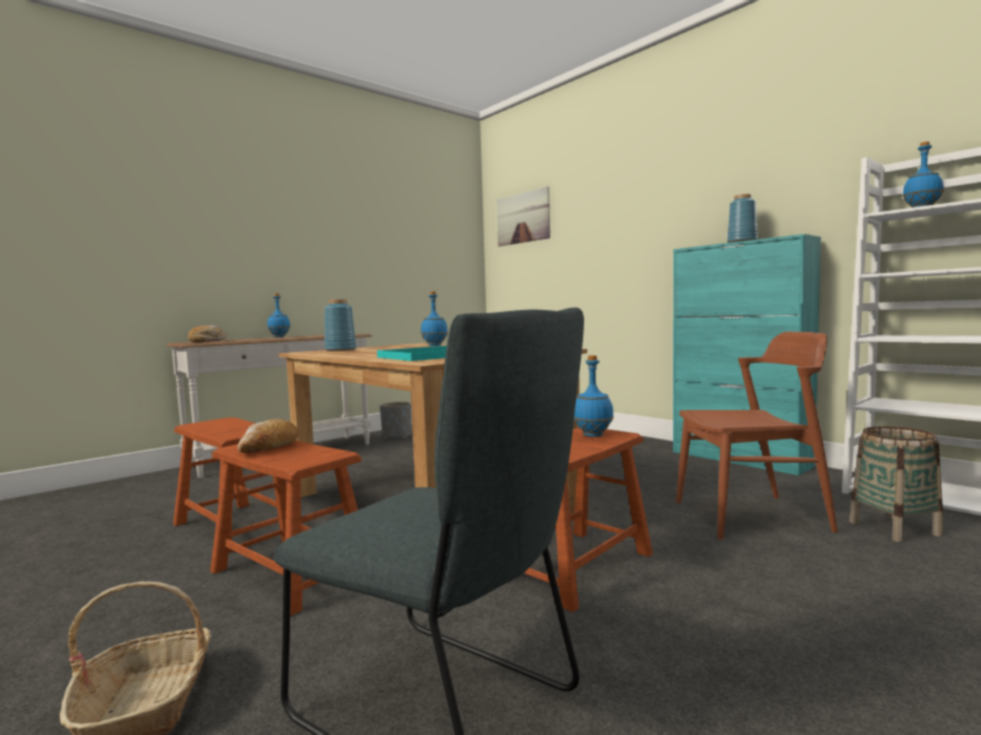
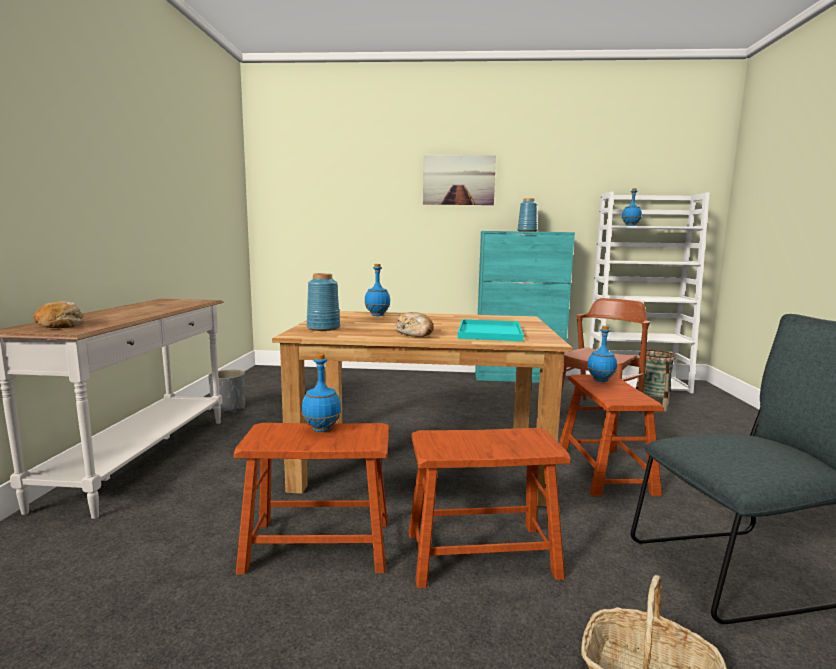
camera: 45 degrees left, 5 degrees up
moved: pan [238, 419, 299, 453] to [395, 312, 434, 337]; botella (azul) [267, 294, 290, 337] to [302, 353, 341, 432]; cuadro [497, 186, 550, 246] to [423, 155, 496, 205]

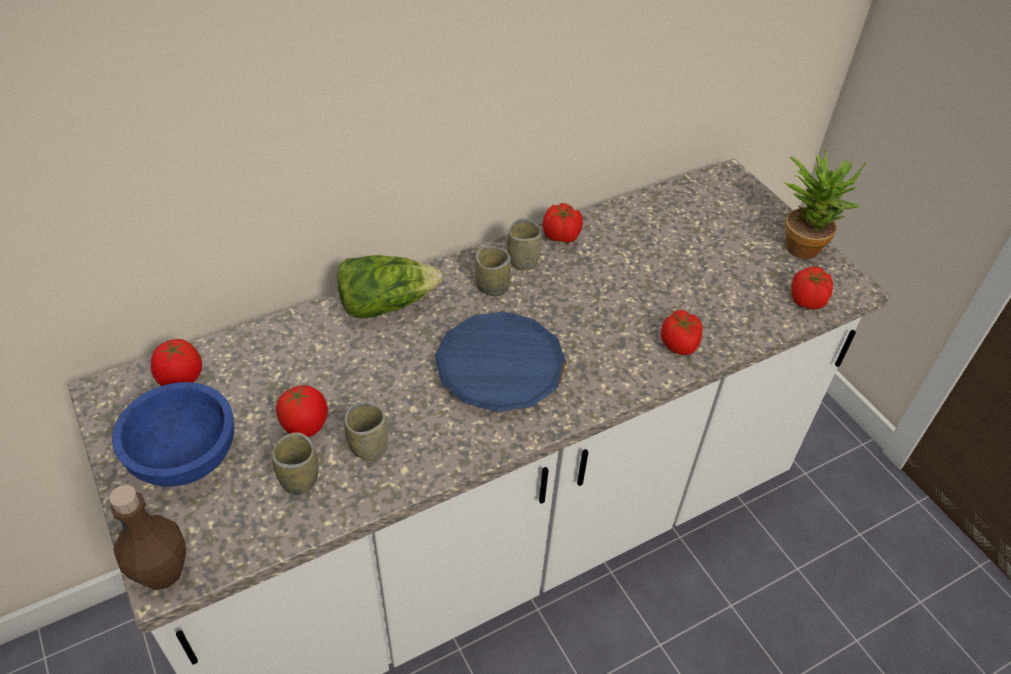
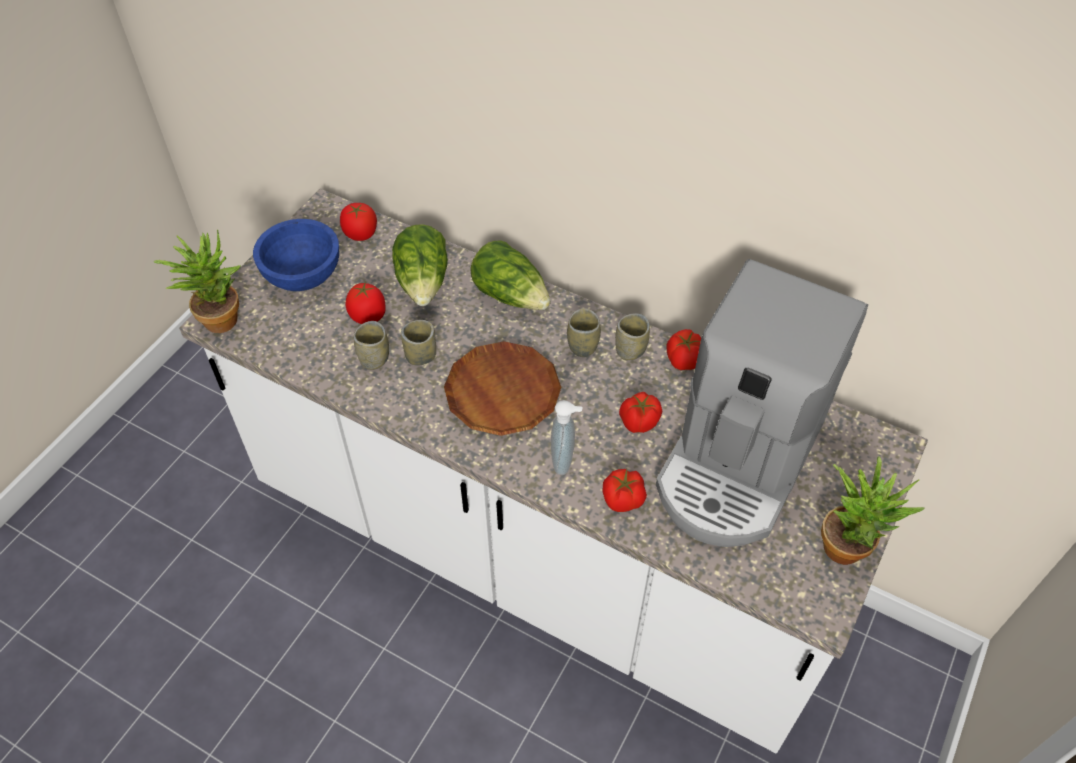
camera: 60 degrees right, 5 degrees up
added: lechuga [392, 224, 448, 306]; dispensador de jabón [551, 400, 582, 475]; cafetera [656, 259, 868, 547]
moved: taza [272, 432, 319, 495] to [401, 320, 436, 366]; tomate [791, 267, 833, 309] to [619, 392, 662, 433]
replaced: botella (marrón) [109, 485, 186, 590] to planta en maceta [154, 230, 240, 333]
recoloured: plato (azul) [435, 311, 566, 412] to plato (marrón) [444, 341, 561, 436]

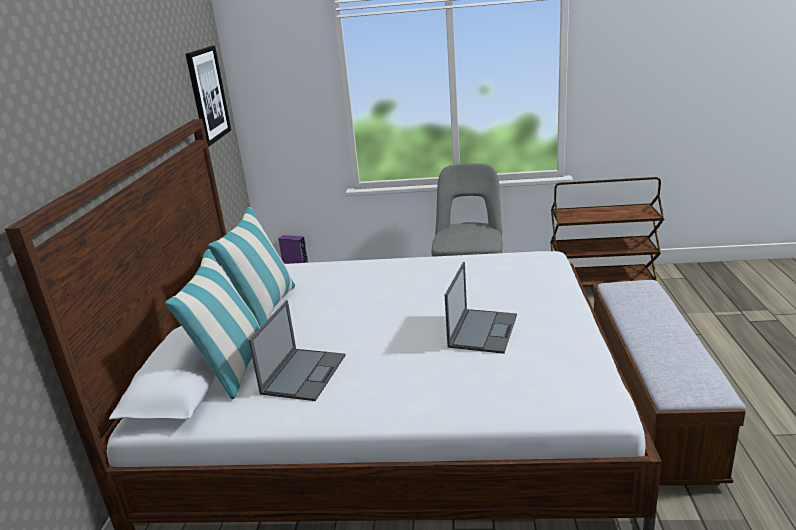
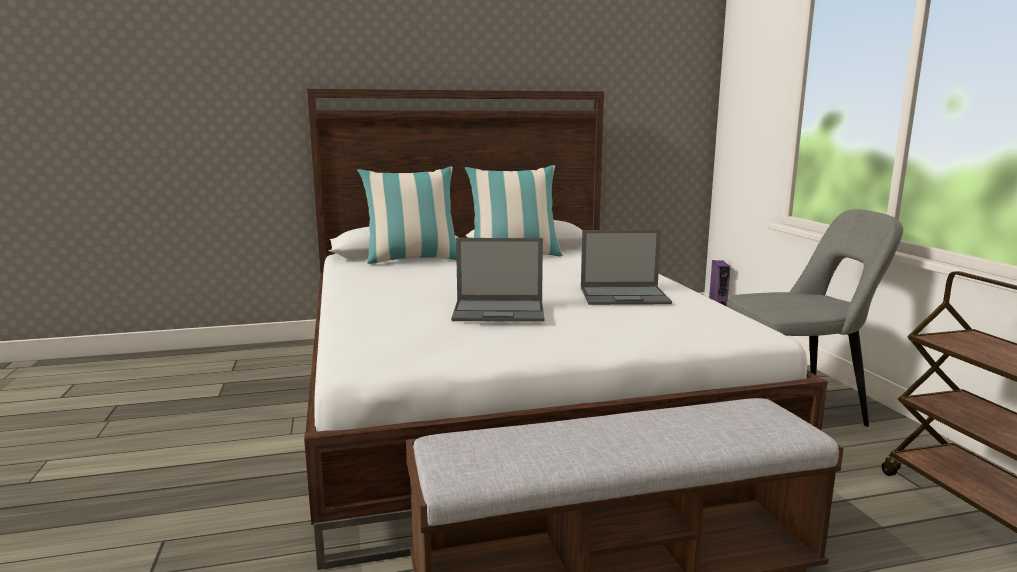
camera: 70 degrees right, 10 degrees down
removed: cuadro [186, 46, 231, 147]
moved: portátil [249, 300, 346, 401] to [581, 230, 672, 305]

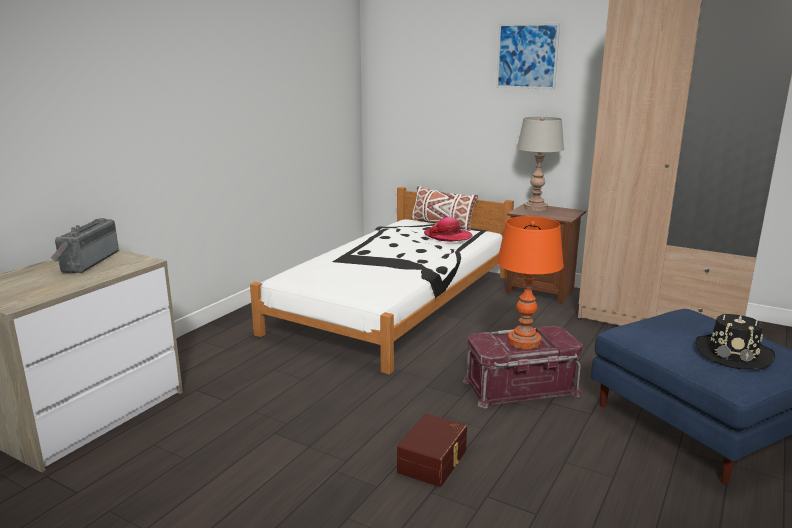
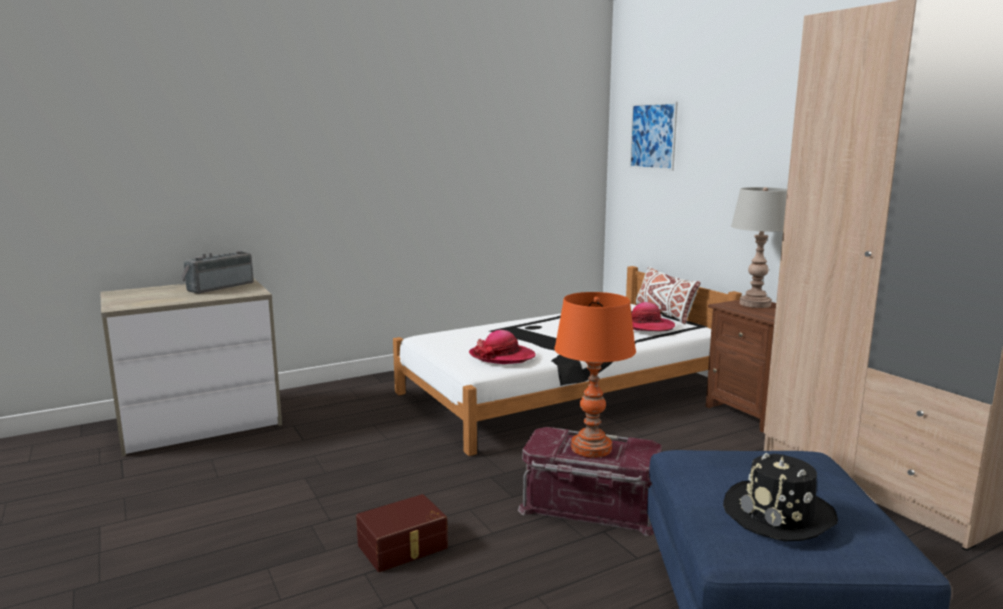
camera: 30 degrees right, 5 degrees down
added: sombrero [469, 330, 536, 364]
moved: cuadro [496, 23, 560, 90] to [629, 101, 678, 171]

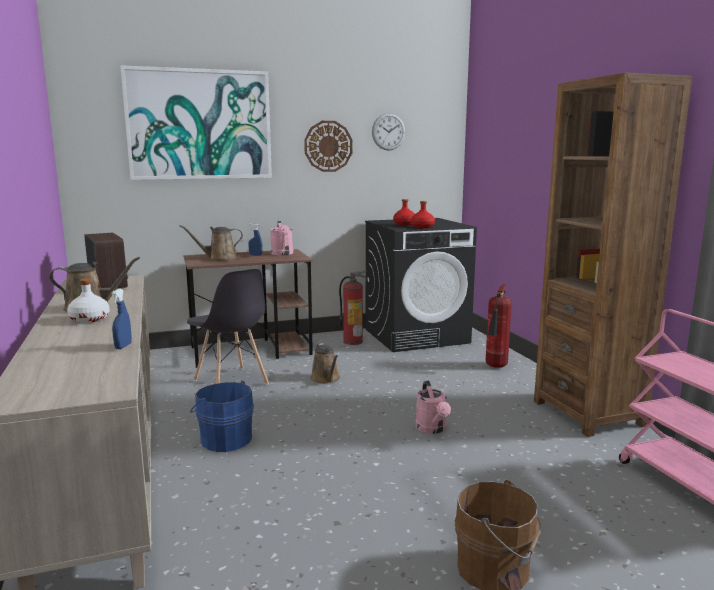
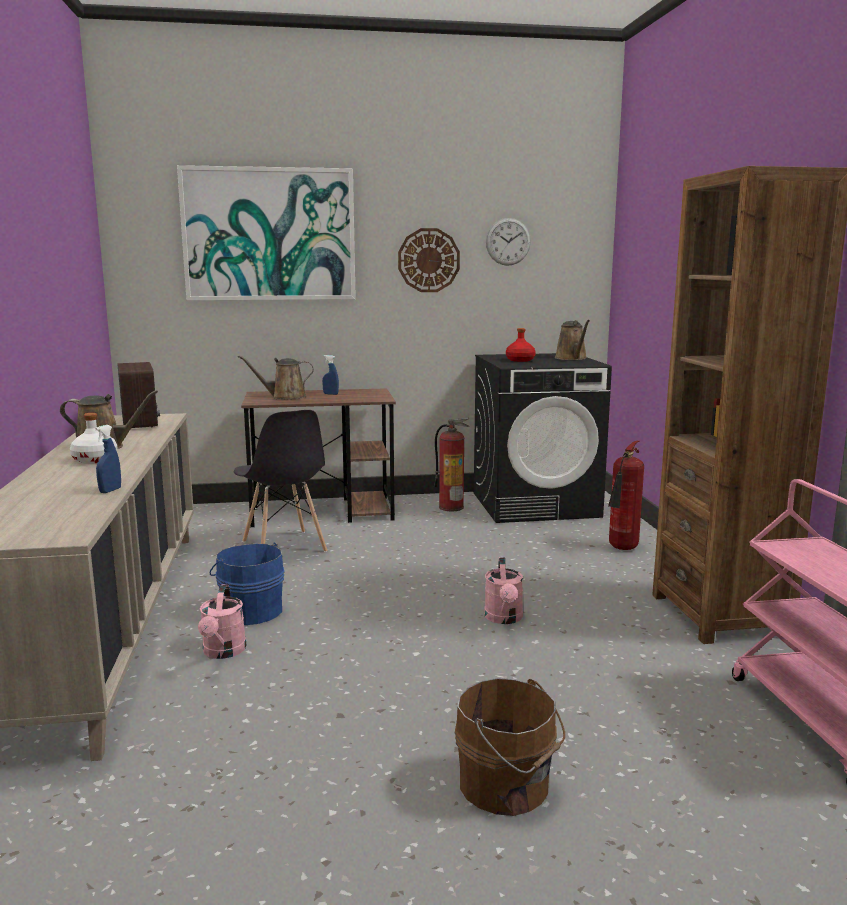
camera: 10 degrees right, 0 degrees up
removed: botella (rojo) [411, 201, 435, 228]
moved: regadera (rosa) [270, 221, 293, 255] to [198, 585, 246, 659]; regadera (marrón) [311, 343, 340, 384] to [555, 320, 590, 360]

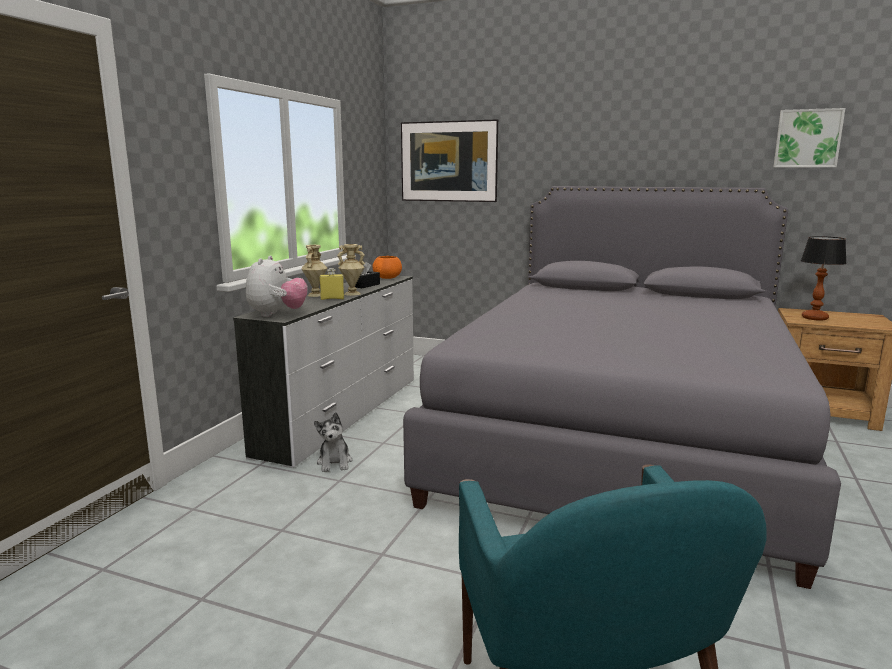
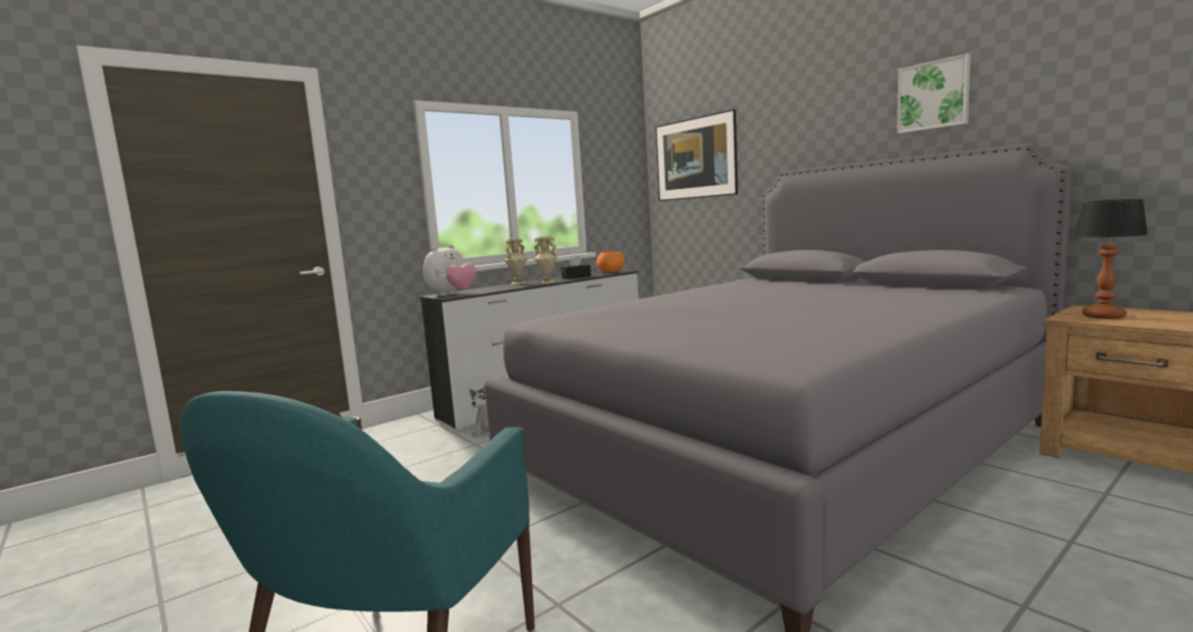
camera: 30 degrees right, 5 degrees down
removed: botella (amarillo) [320, 268, 344, 300]
moved: cuadro [773, 108, 845, 167] to [897, 53, 971, 134]

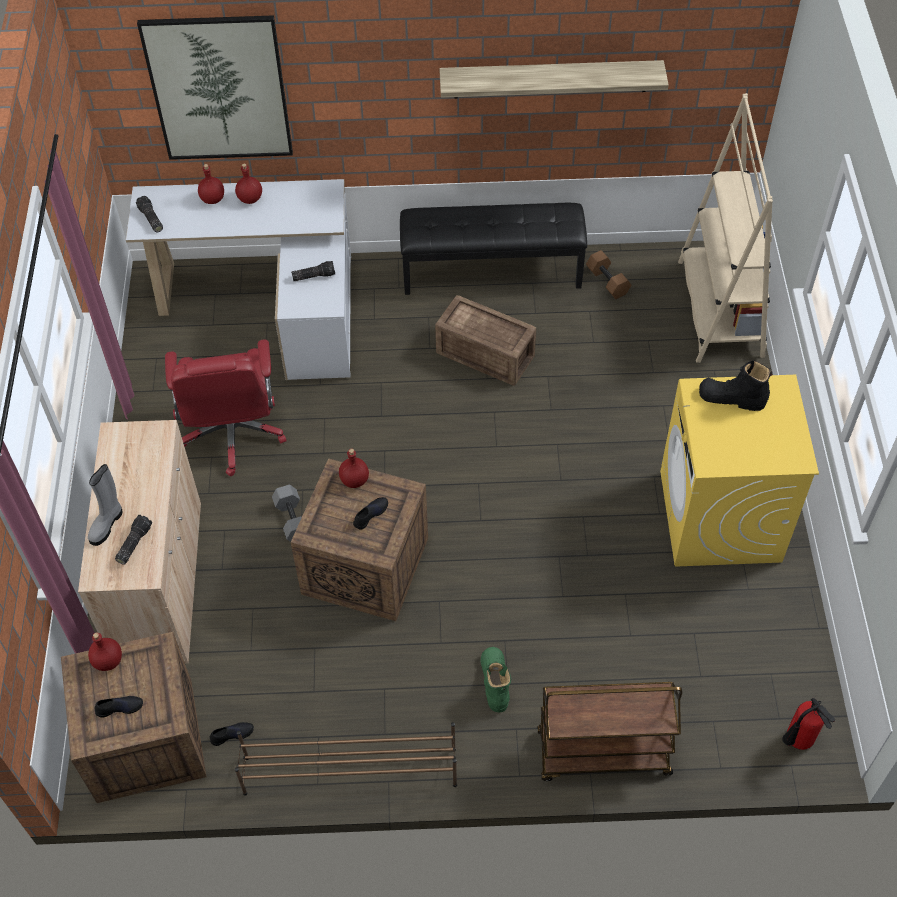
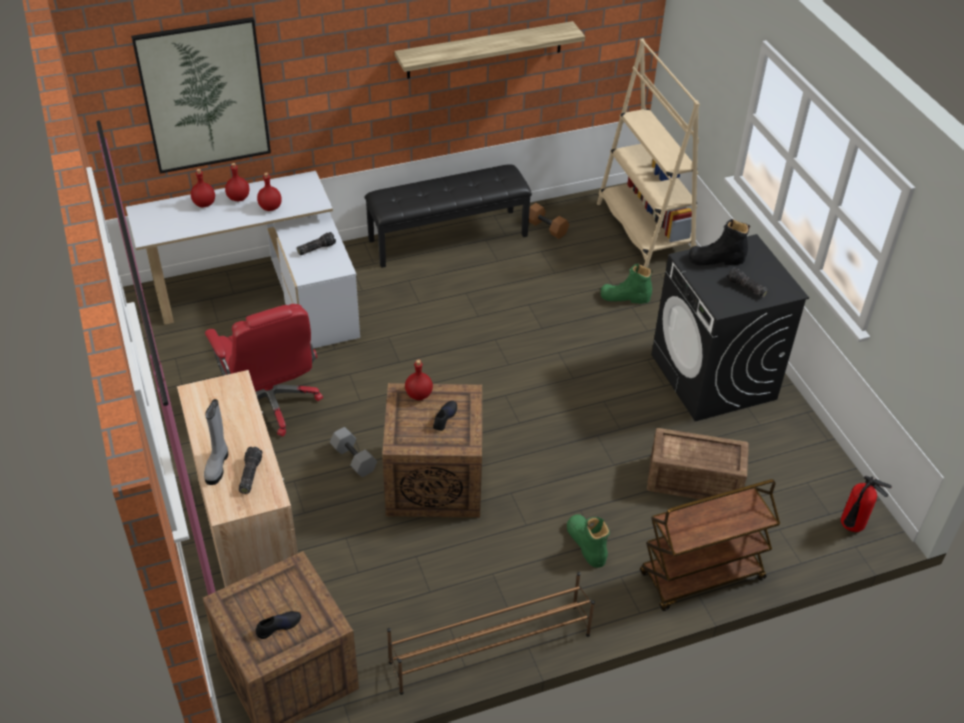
camera: 20 degrees left, 10 degrees down
removed: zapato (negro) [210, 722, 254, 746]
added: bota (verde) [601, 264, 653, 304]
moved: botella (rojo) [88, 632, 122, 671] to [257, 172, 282, 211]; linterna [136, 196, 163, 232] to [727, 267, 768, 298]; caja de embalaje [435, 295, 536, 386] to [647, 428, 749, 499]
recoloured: lavadora (amarillo) [660, 375, 819, 567] to lavadora (negro) [651, 234, 809, 421]

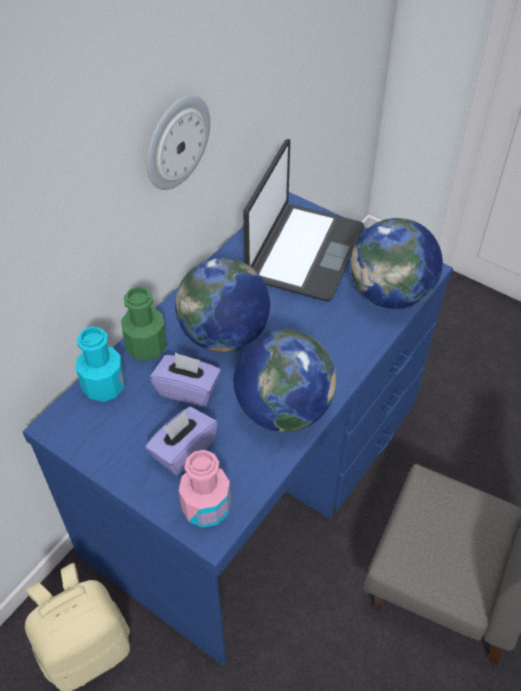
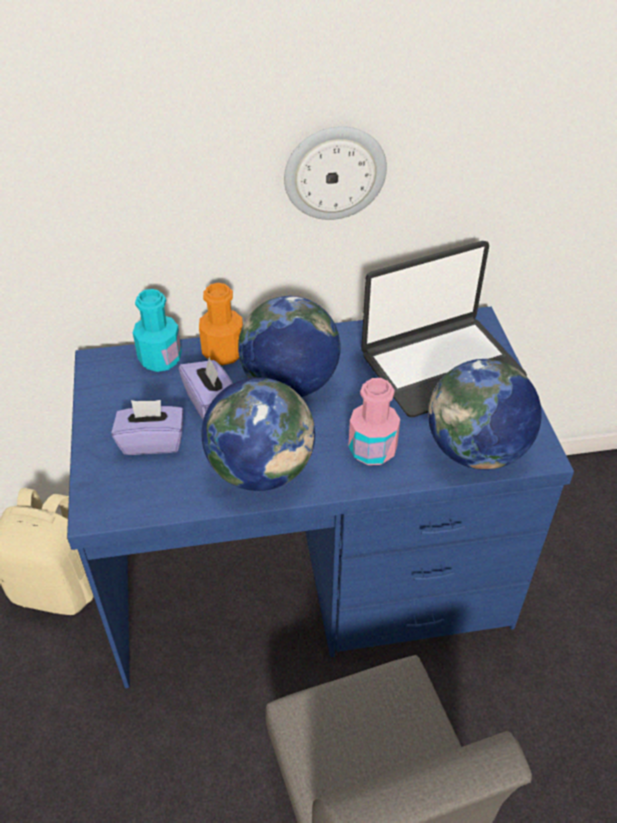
camera: 45 degrees right, 5 degrees down
moved: botella (rosa) [179, 450, 231, 528] to [348, 378, 400, 465]
recoloured: botella (verde) [121, 287, 167, 361] to botella (naranja) [199, 283, 243, 365]

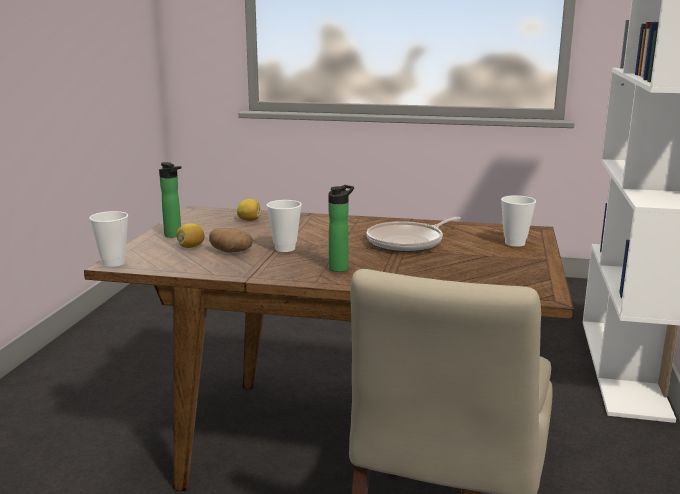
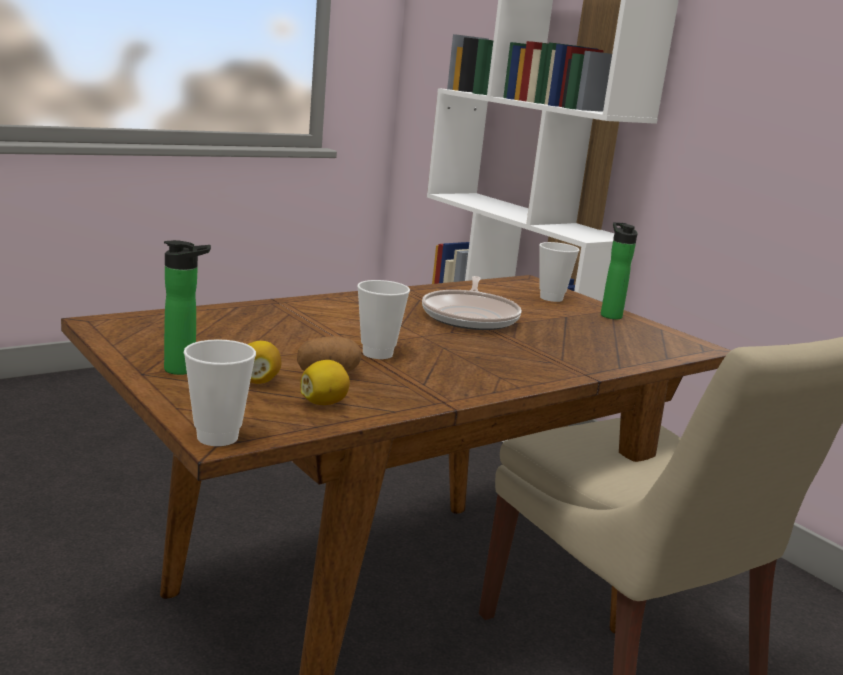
camera: 50 degrees left, 0 degrees up
moved: limón [237, 199, 261, 221] to [300, 360, 350, 405]; botella [328, 185, 354, 272] to [601, 222, 638, 320]

